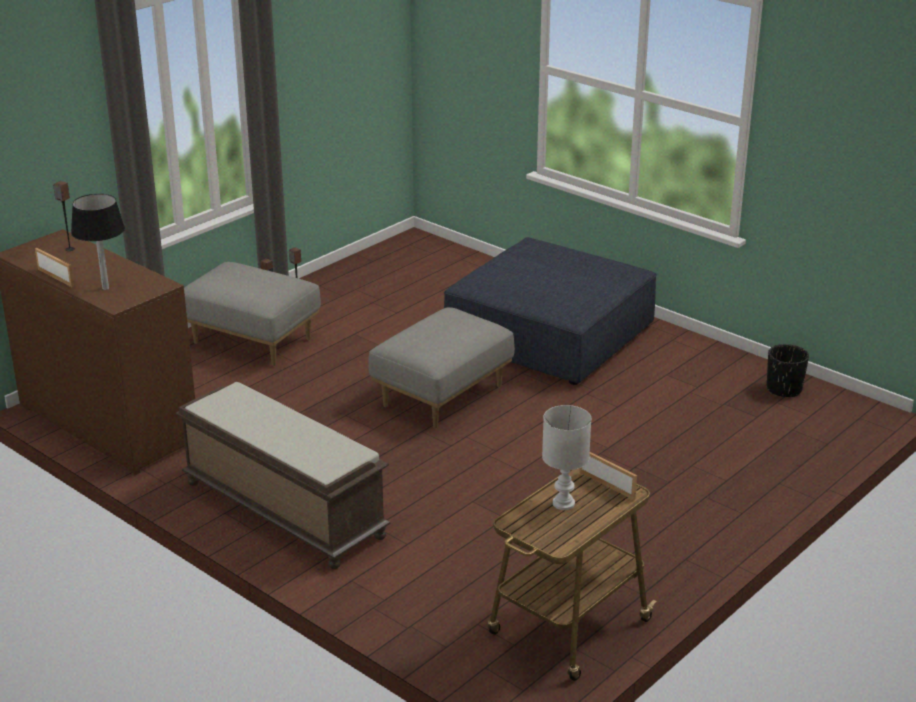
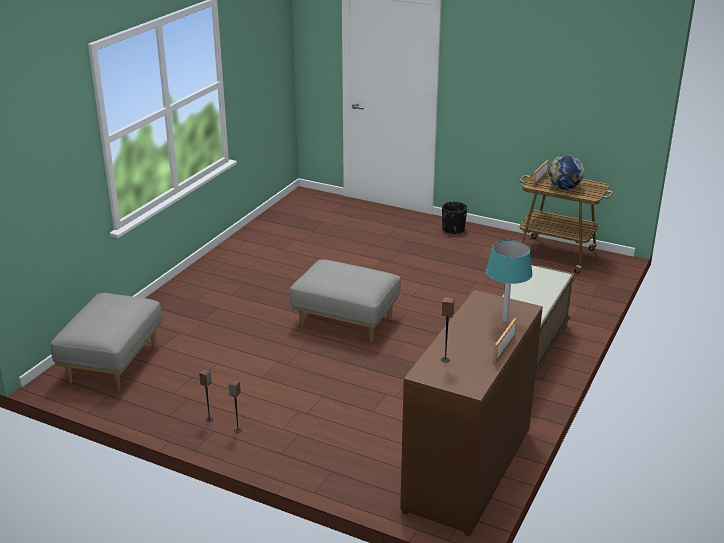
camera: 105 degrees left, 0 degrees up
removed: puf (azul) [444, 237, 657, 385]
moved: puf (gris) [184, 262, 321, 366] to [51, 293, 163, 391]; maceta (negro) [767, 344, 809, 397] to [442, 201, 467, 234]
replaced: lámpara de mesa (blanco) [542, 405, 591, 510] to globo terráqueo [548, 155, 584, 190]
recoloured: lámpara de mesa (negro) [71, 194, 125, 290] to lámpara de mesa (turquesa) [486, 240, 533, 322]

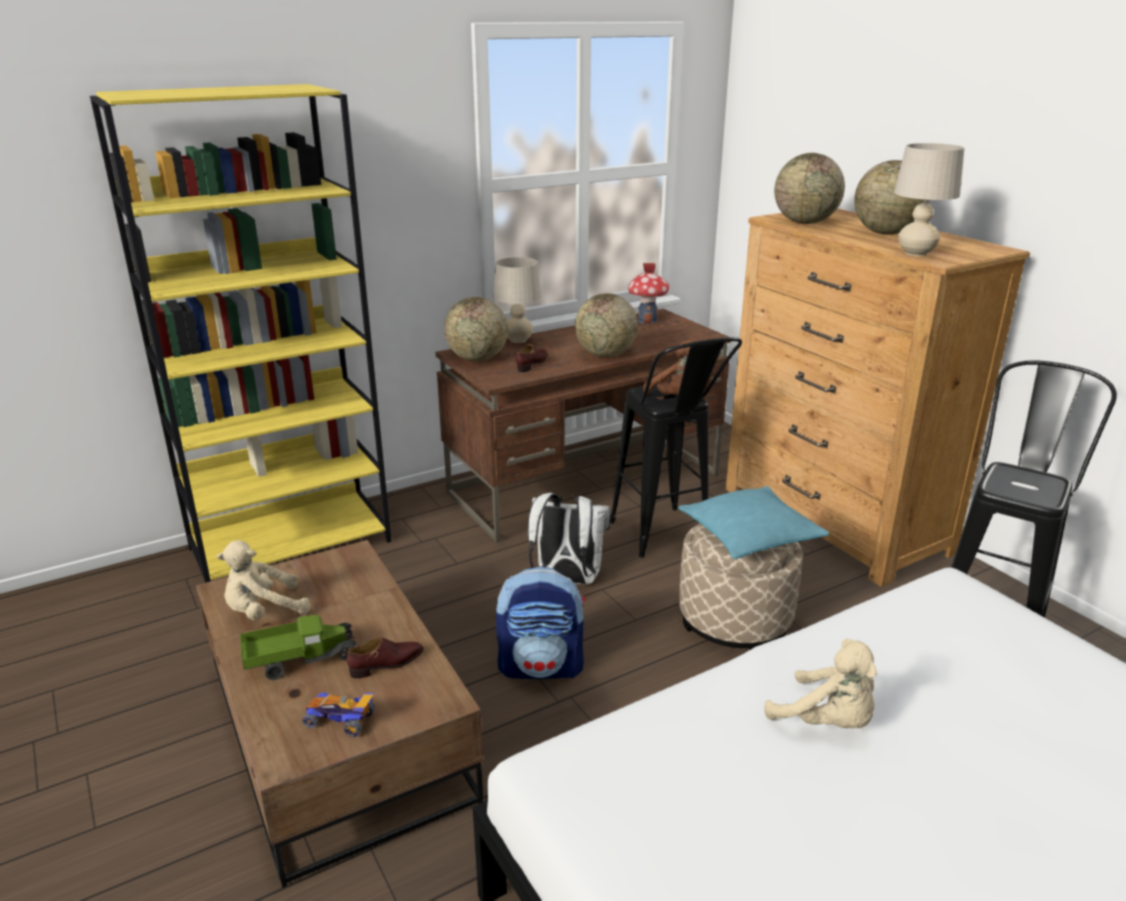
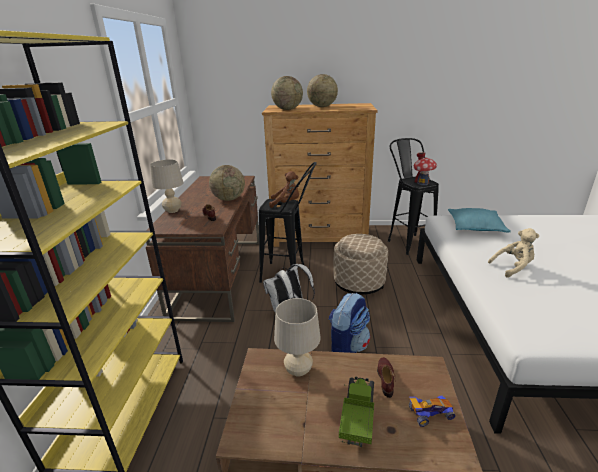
camera: 55 degrees left, 0 degrees up
removed: peluche (beis) [217, 540, 311, 620]; globo terráqueo [444, 297, 508, 361]
moved: casita [628, 263, 670, 324] to [414, 152, 437, 185]; cojín (turquesa) [678, 486, 829, 559] to [448, 208, 511, 232]; lámpara de mesa (beis) [894, 143, 964, 256] to [274, 298, 321, 377]
turned: coche de juguete [303, 692, 375, 737] = [409, 395, 456, 427] 150 degrees counterclockwise

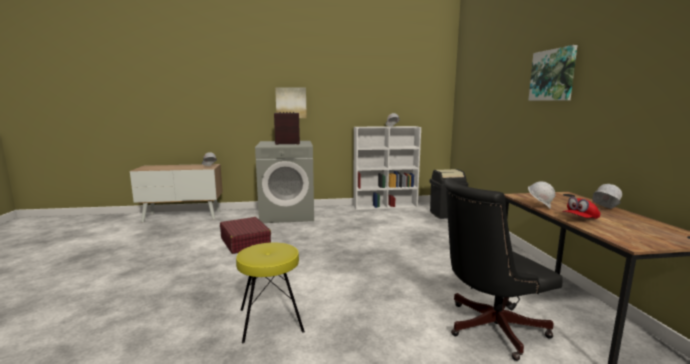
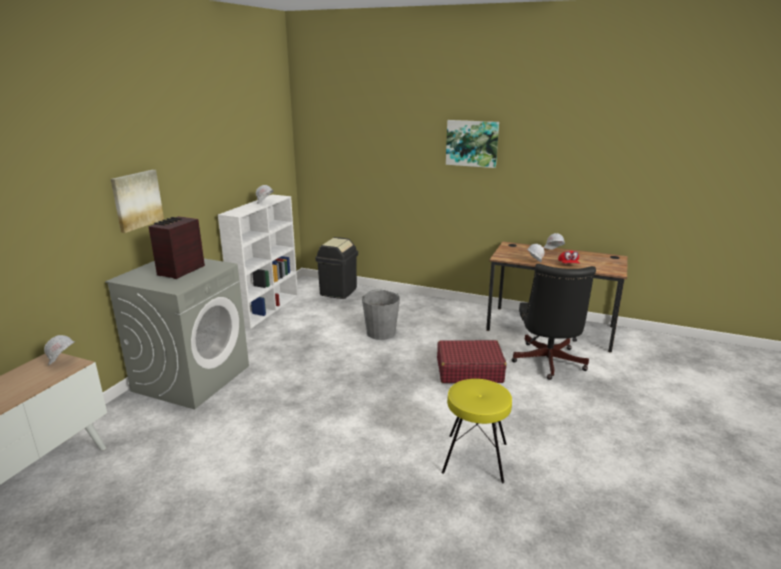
camera: 60 degrees left, 10 degrees up
added: cubo (gris) [362, 289, 400, 340]
moved: maleta (rojo) [220, 217, 271, 254] to [437, 340, 507, 383]

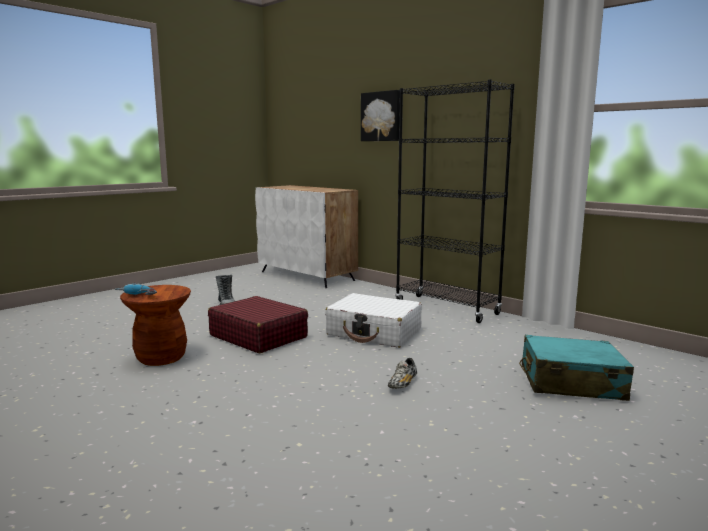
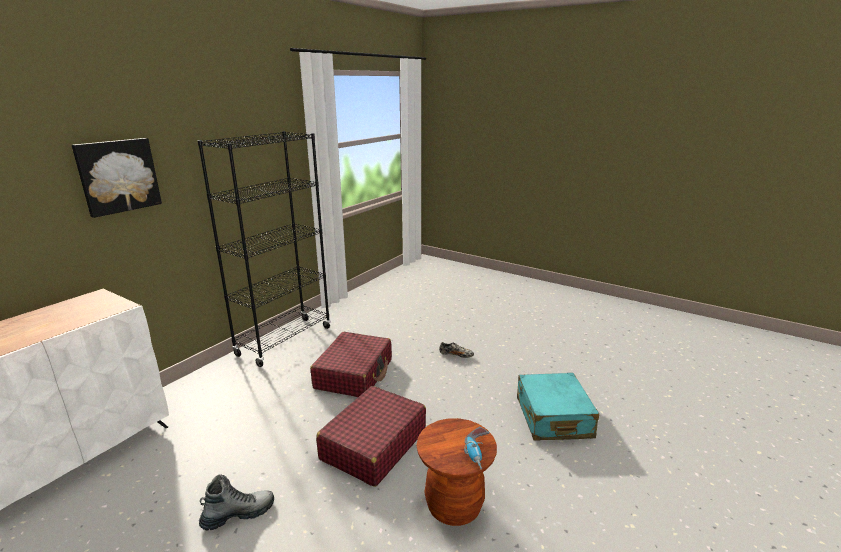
camera: 100 degrees left, 10 degrees up
moved: maleta (turquesa) [519, 335, 634, 401] to [517, 373, 599, 441]
recoloured: maleta (blanco) [325, 293, 422, 348] to maleta (rojo) [310, 332, 392, 397]

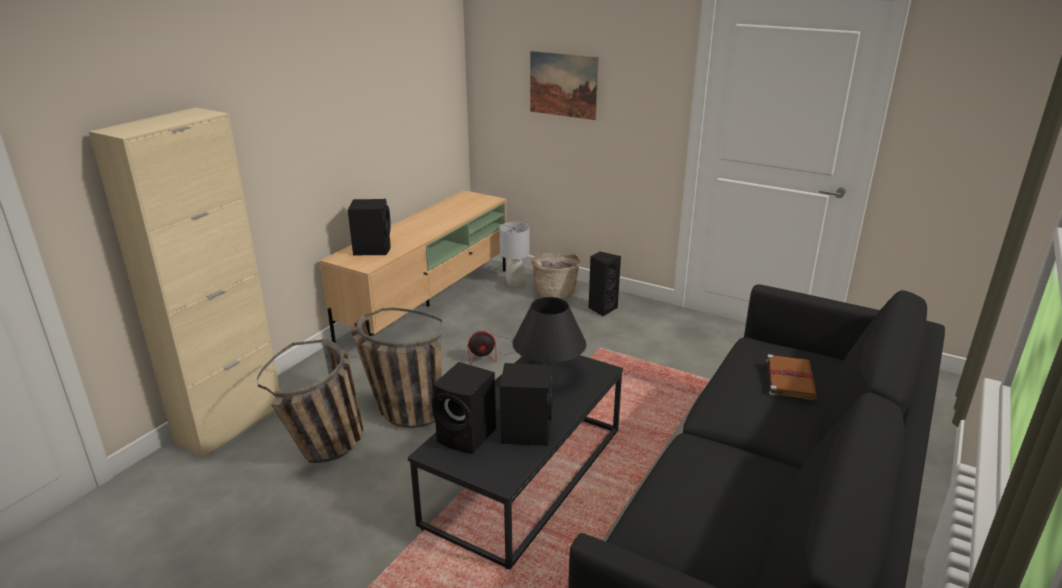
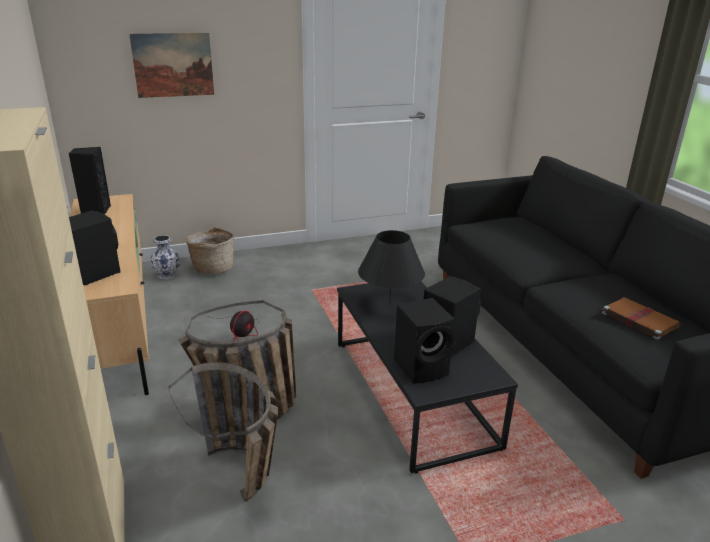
camera: 50 degrees left, 0 degrees up
moved: altavoz (negro) [588, 251, 621, 317] to [69, 147, 111, 215]; libro (marrón) [766, 354, 817, 400] to [602, 297, 681, 340]
replaced: lámpara de mesa (gris) [500, 222, 530, 287] to florero [150, 235, 180, 280]

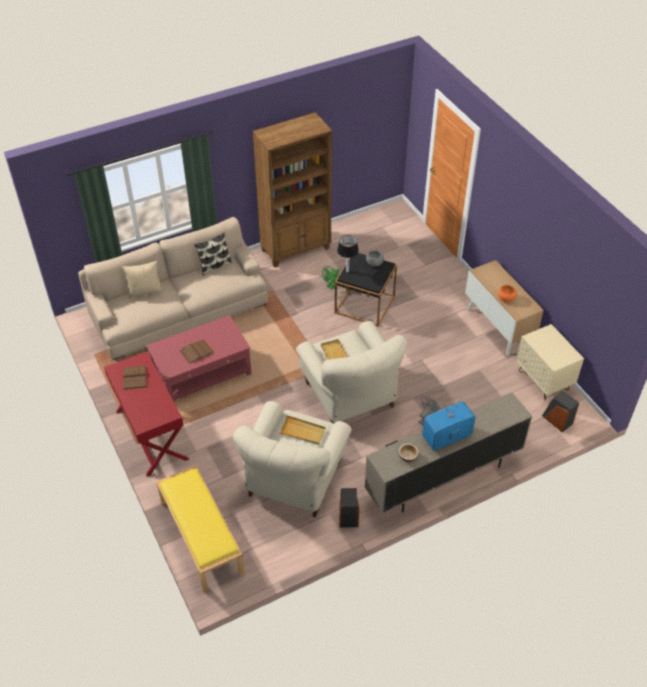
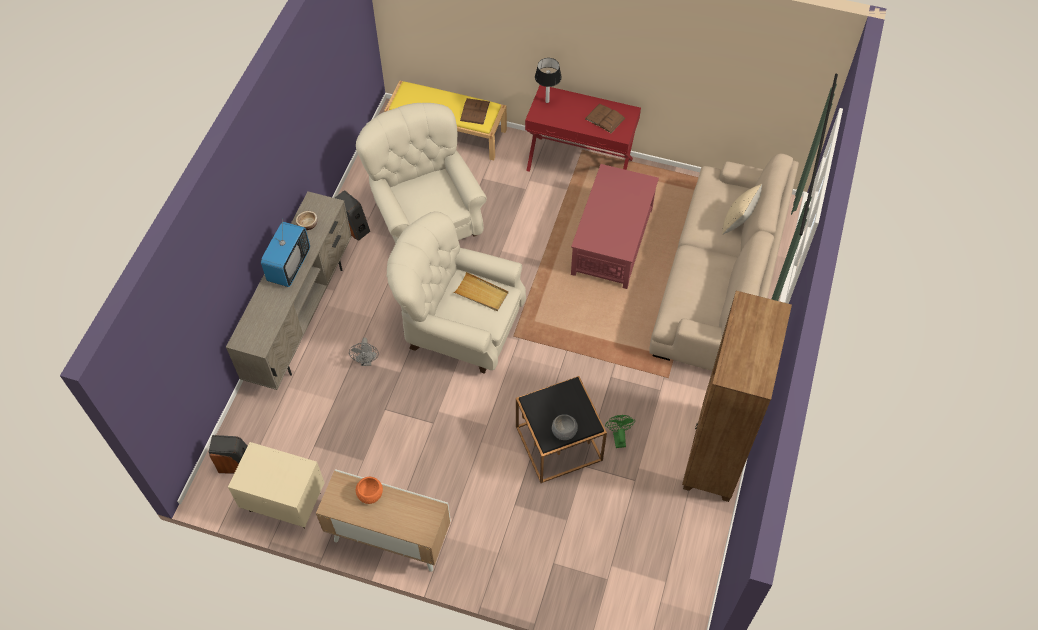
camera: 135 degrees right, 10 degrees up
removed: cojín [194, 232, 233, 275]; bandeja (beis) [280, 415, 326, 445]
moved: libro (marrón) [180, 340, 214, 364] to [460, 98, 490, 125]; lámpara de mesa [337, 235, 359, 272] to [535, 58, 562, 103]

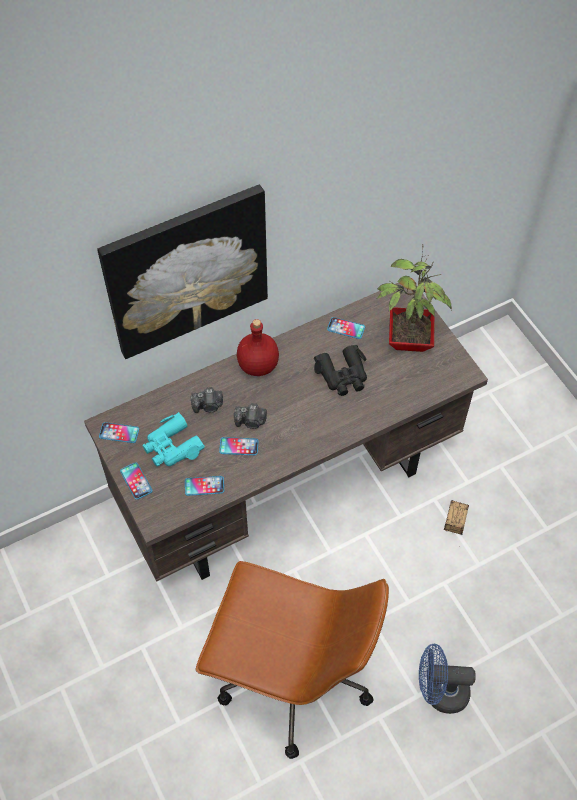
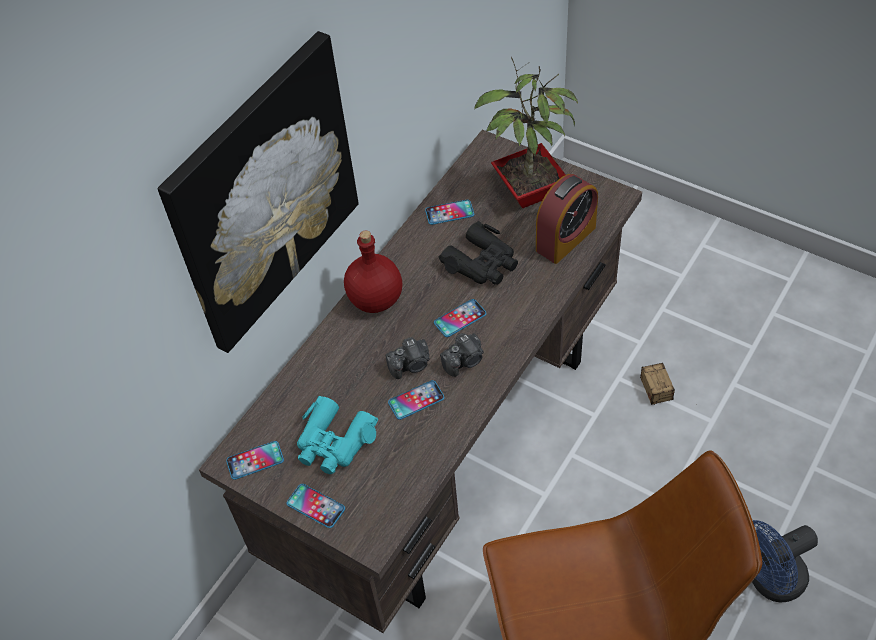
camera: 25 degrees left, 5 degrees down
added: despertador [536, 174, 598, 264]
moved: móvil [185, 476, 224, 496] to [434, 299, 487, 337]; cámara [191, 387, 223, 413] to [440, 333, 484, 377]

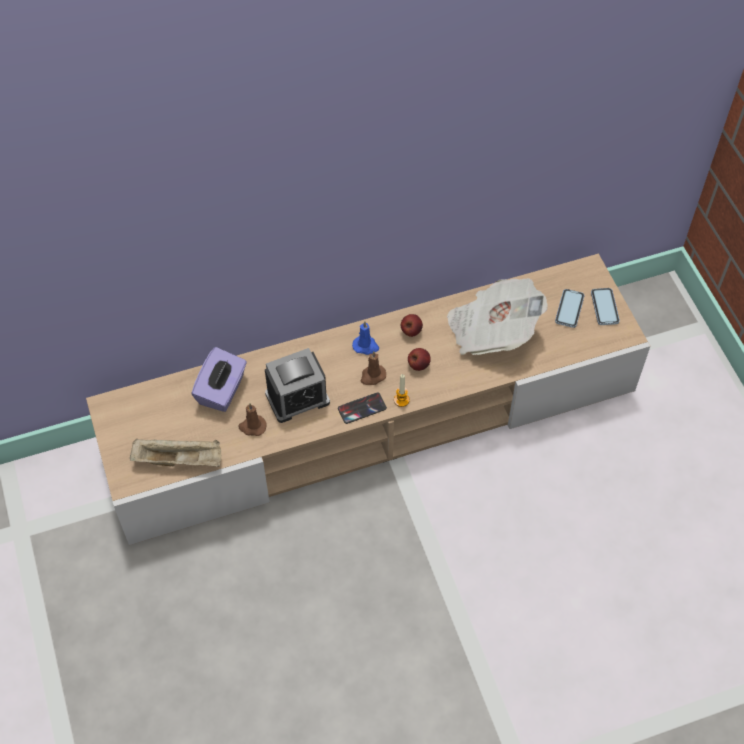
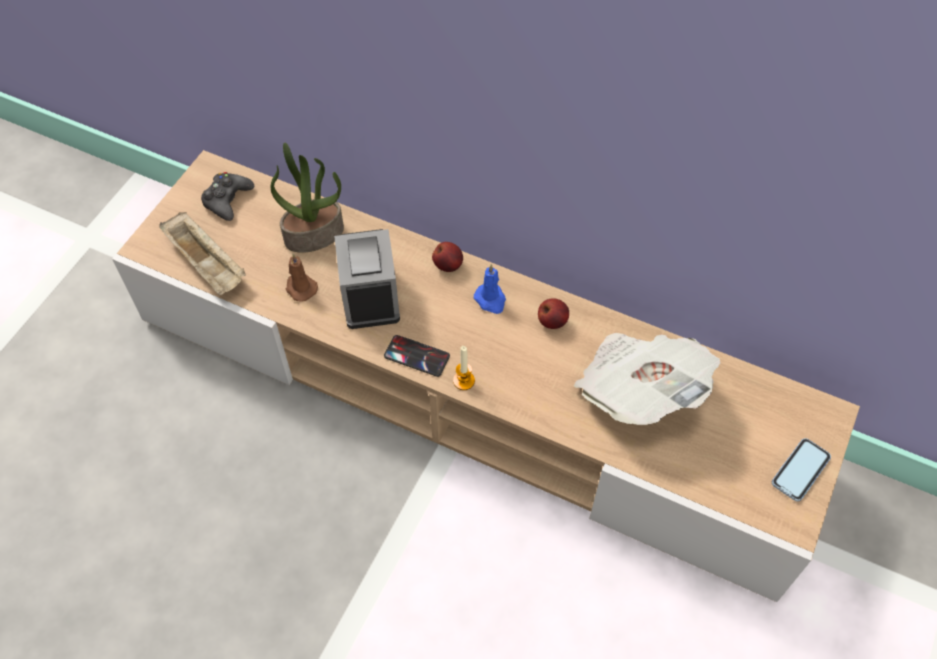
camera: 45 degrees right, 0 degrees up
removed: vela (marrón) [361, 351, 386, 385]; móvil [555, 289, 584, 328]
added: mando de consola (negro) [201, 172, 254, 221]
moved: manzana [408, 348, 431, 371] to [432, 242, 463, 272]
replaced: caja de pañuelos (morado) [191, 347, 247, 412] to planta en maceta [270, 143, 344, 253]
turned: despertador [265, 348, 330, 423] = [334, 229, 400, 329] 60 degrees clockwise

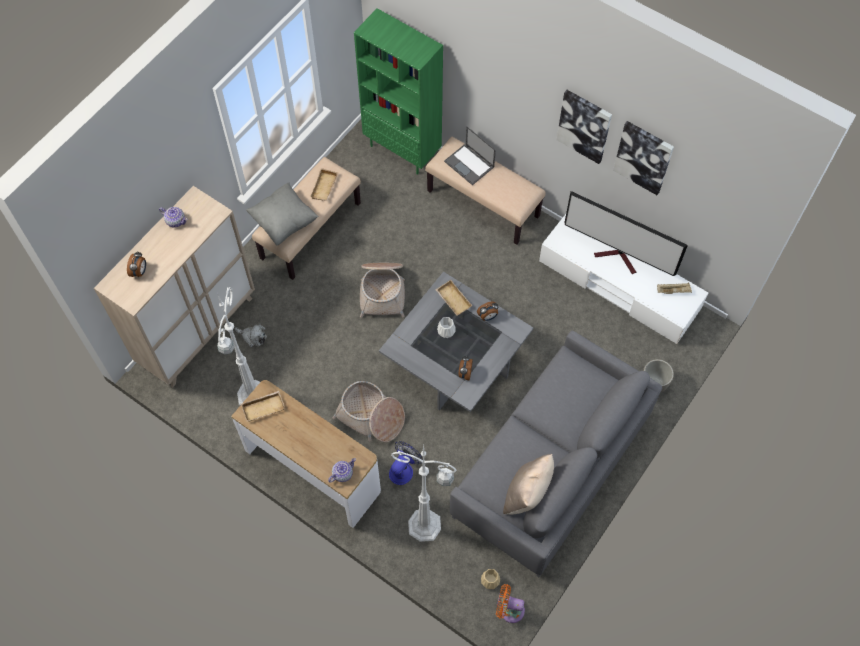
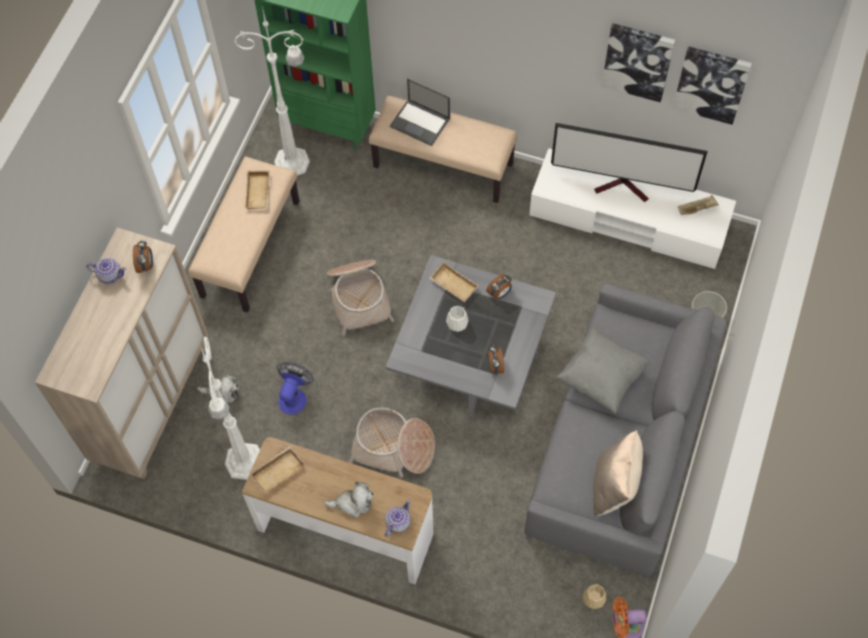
camera: 15 degrees left, 0 degrees up
added: peluche [324, 482, 374, 518]
moved: despertador [127, 252, 146, 277] to [133, 240, 153, 273]; cojín (gris) [246, 183, 319, 246] to [556, 326, 651, 414]; ventilador [389, 441, 423, 485] to [277, 362, 314, 415]; lámpara de pie (blanco) [391, 444, 456, 542] to [234, 6, 310, 176]; cuadro [556, 90, 612, 164] to [673, 46, 752, 125]

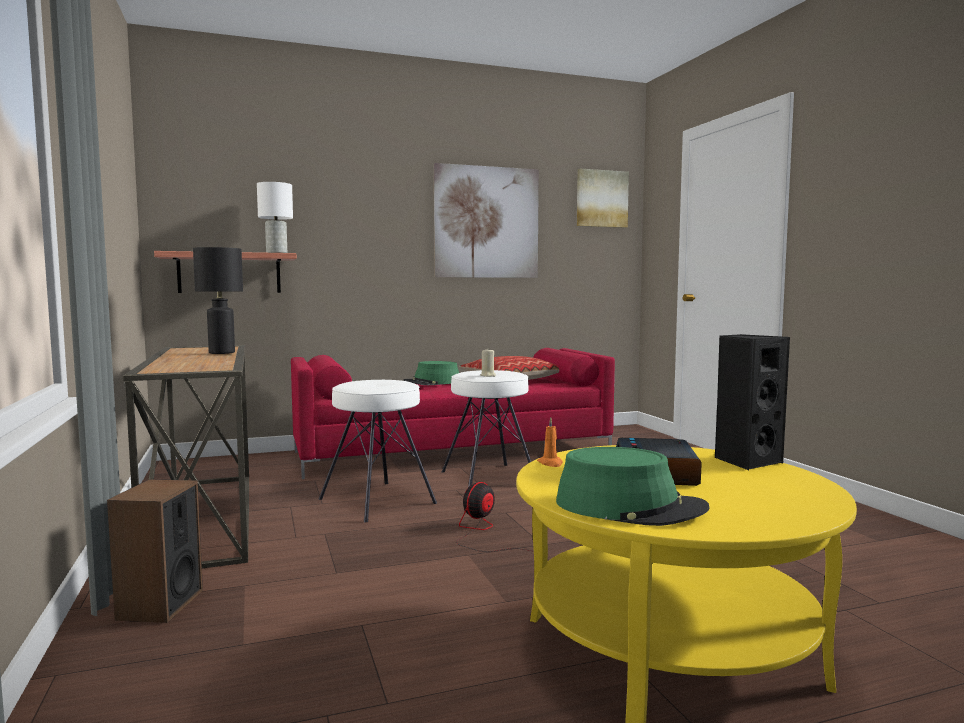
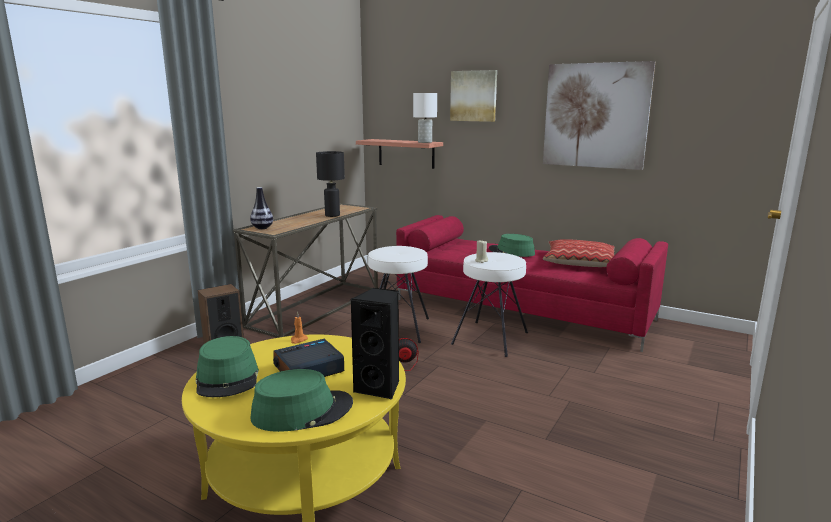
camera: 50 degrees right, 10 degrees up
added: florero [250, 187, 273, 229]; sombrero (verde) [250, 369, 353, 432]
moved: cuadro [577, 169, 629, 228] to [450, 70, 497, 122]

